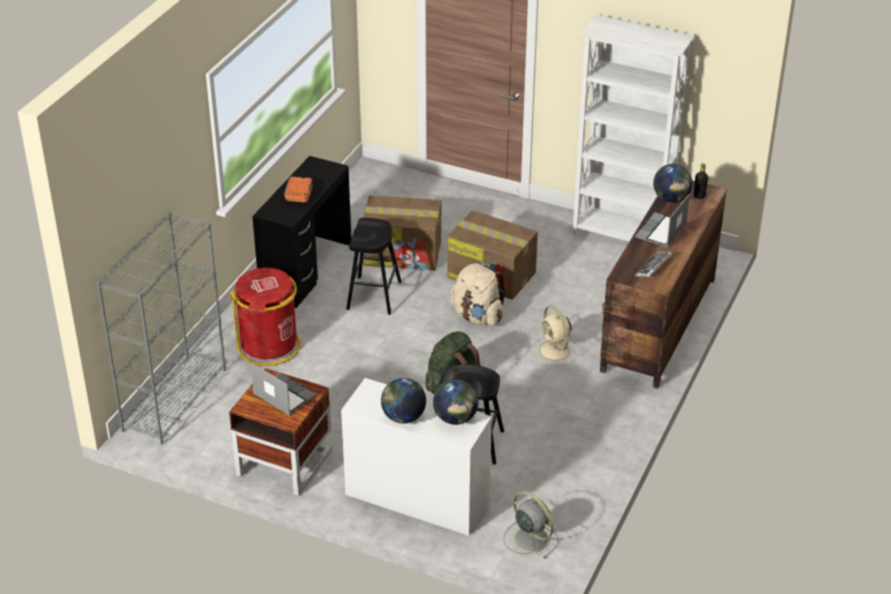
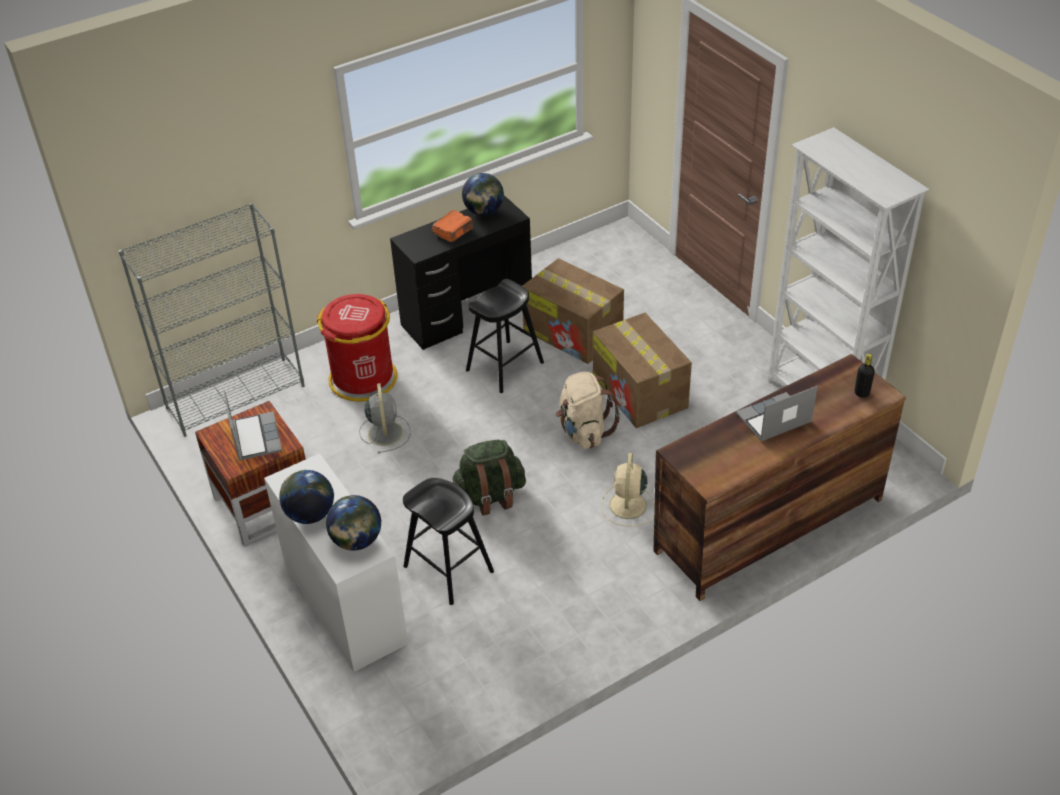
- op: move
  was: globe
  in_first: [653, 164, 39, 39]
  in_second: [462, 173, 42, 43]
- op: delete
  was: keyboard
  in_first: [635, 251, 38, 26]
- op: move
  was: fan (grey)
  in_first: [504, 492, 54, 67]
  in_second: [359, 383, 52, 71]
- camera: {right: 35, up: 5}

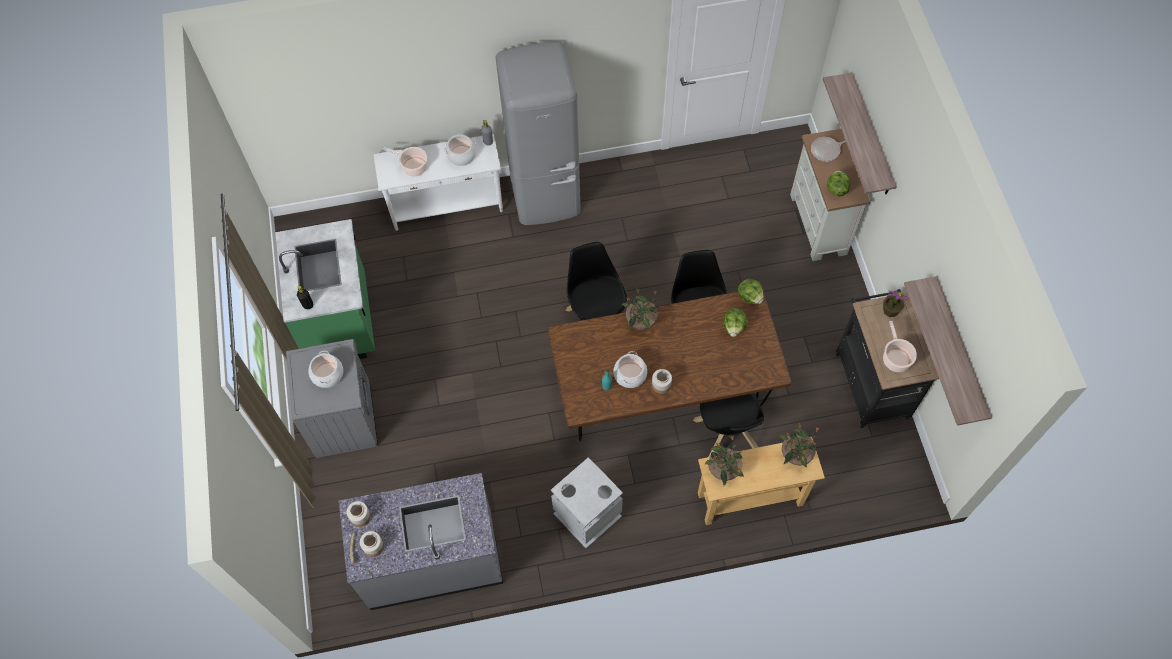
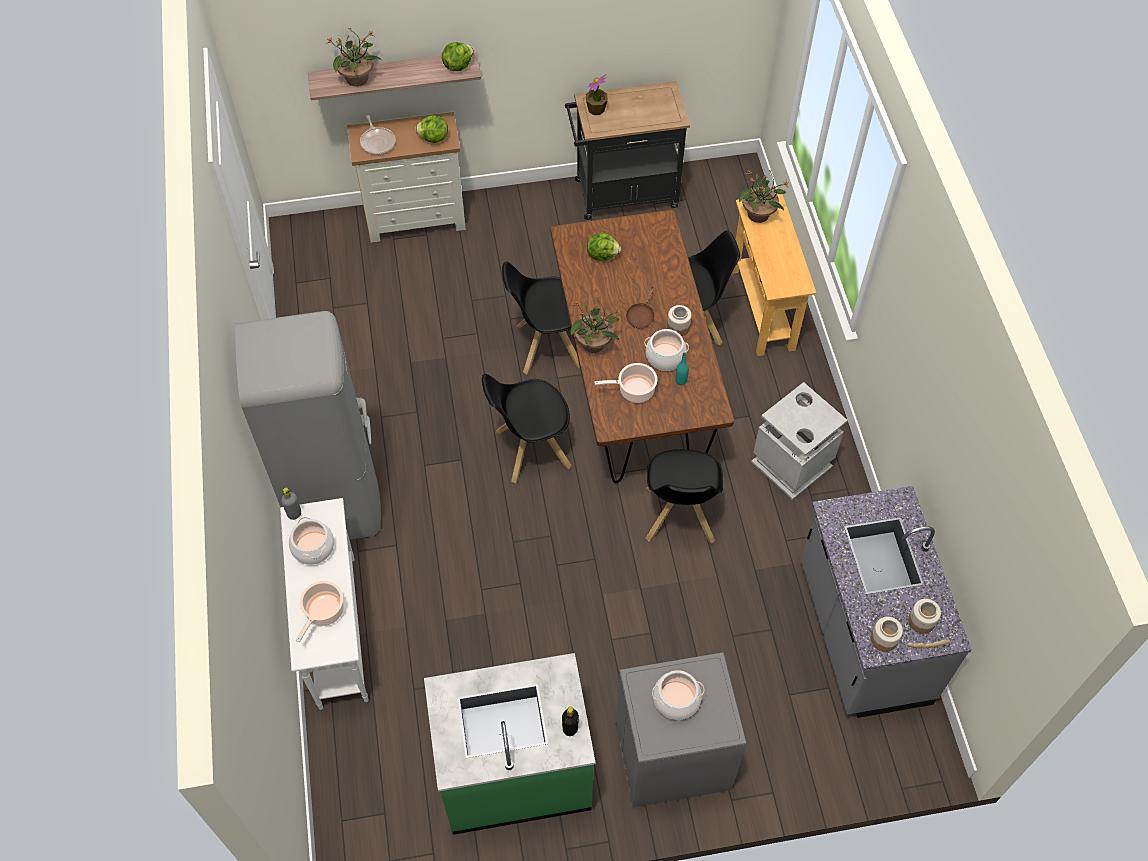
- op: delete
  was: shelf
  in_first: [904, 276, 88, 150]
- op: move
  was: lettuce
  in_first: [738, 279, 25, 25]
  in_second: [442, 42, 32, 29]
- op: move
  was: cooking pot
  in_first: [883, 321, 34, 51]
  in_second: [594, 363, 63, 40]
- op: move
  was: potted plant
  in_first: [705, 435, 39, 51]
  in_second: [326, 27, 56, 60]
- op: insert
  now: frying pan (brown)
  in_second: [626, 286, 29, 42]
- op: insert
  now: chair (black)
  in_second: [645, 449, 78, 95]
- camera: {right: -90, up: -5}

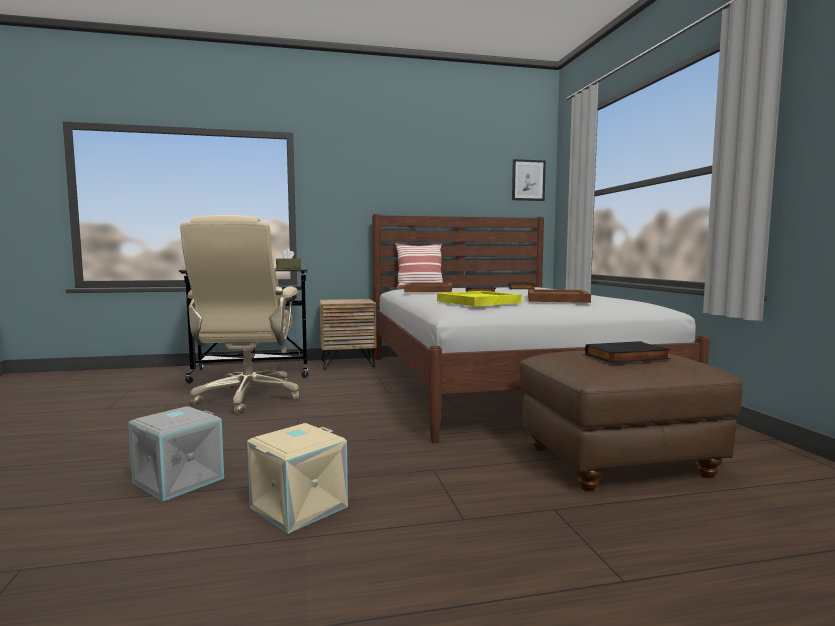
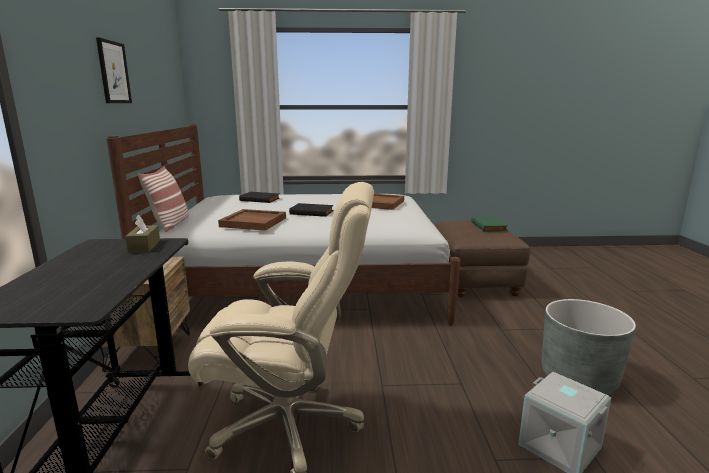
- op: move
  was: picture
  in_first: [512, 159, 34, 42]
  in_second: [96, 37, 36, 66]
- op: delete
  was: tray (yellow)
  in_first: [437, 291, 85, 15]
- op: recolor
  was: book (black)
  now: book (green)
  in_first: [585, 341, 86, 22]
  in_second: [471, 217, 37, 15]
- op: replace
  was: storage box (beige)
  now: planter (grey)
  in_first: [247, 423, 101, 111]
  in_second: [542, 299, 94, 96]
- camera: {right: -80, up: 10}

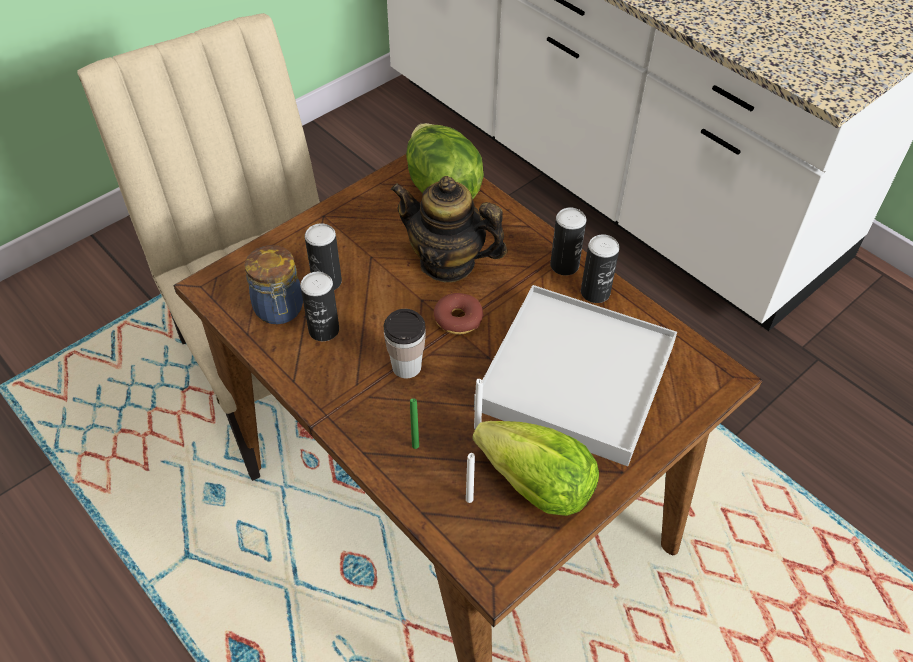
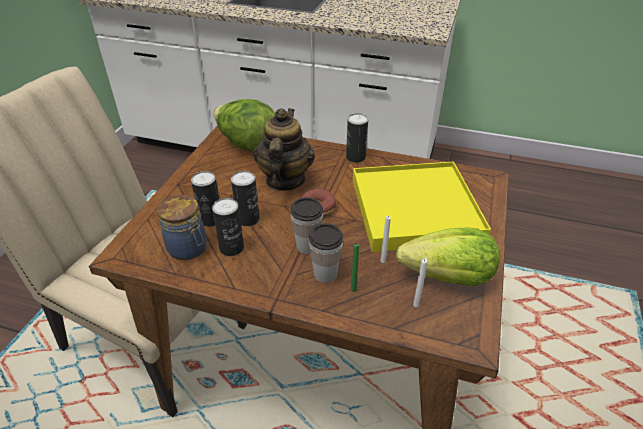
- op: rotate
  was: teapot
  in_first: [391, 176, 117, 106]
  in_second: [254, 108, 61, 83]
  clockwise: 105
- op: move
  was: can
  in_first: [581, 234, 39, 69]
  in_second: [231, 171, 29, 55]
- op: recolor
  was: tray (white)
  now: tray (yellow)
  in_first: [474, 285, 203, 181]
  in_second: [353, 162, 138, 90]
- op: insert
  now: cup
  in_second: [309, 223, 34, 60]
- camera: {right: -30, up: -10}

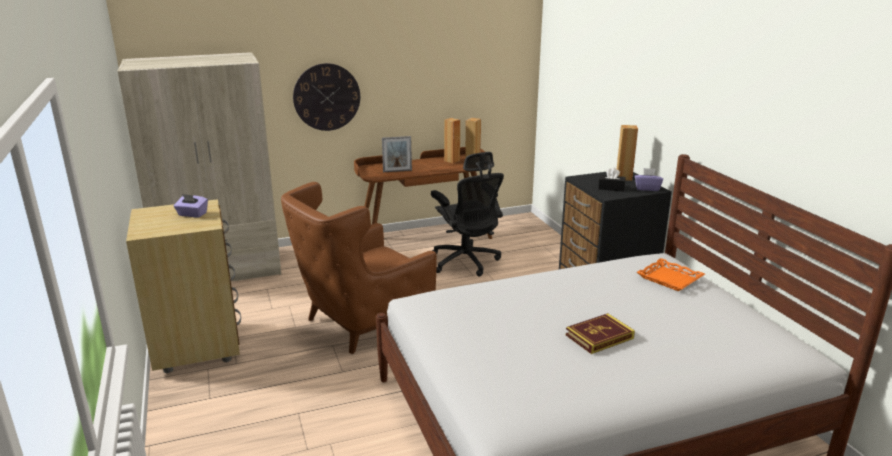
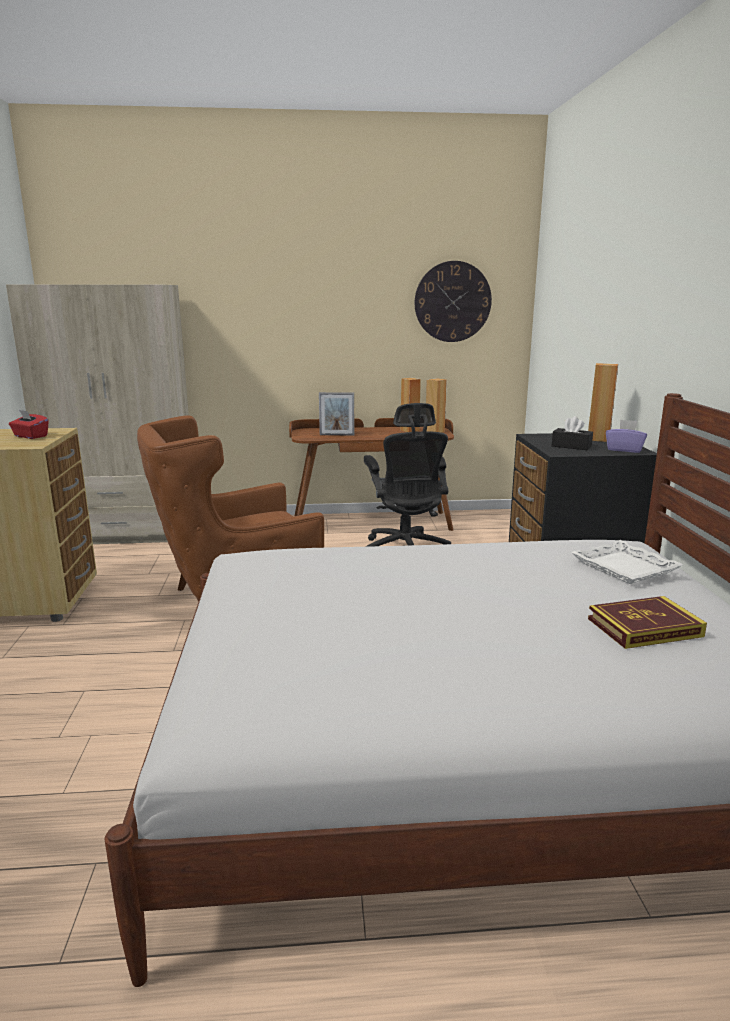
- op: move
  was: wall clock
  in_first: [293, 63, 67, 68]
  in_second: [415, 261, 77, 81]
- op: recolor
  was: tissue box (purple)
  now: tissue box (red)
  in_first: [174, 194, 34, 24]
  in_second: [9, 410, 40, 29]
- op: recolor
  was: tray (orange)
  now: tray (white)
  in_first: [637, 258, 68, 33]
  in_second: [571, 540, 112, 44]
- op: move
  was: book
  in_first: [566, 313, 69, 41]
  in_second: [588, 596, 119, 53]
- camera: {right: 15, up: -5}

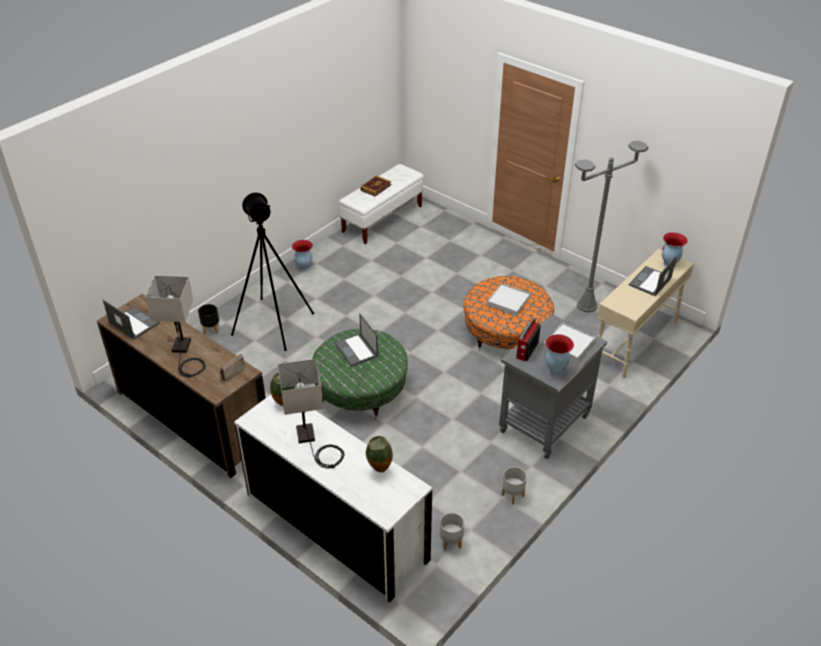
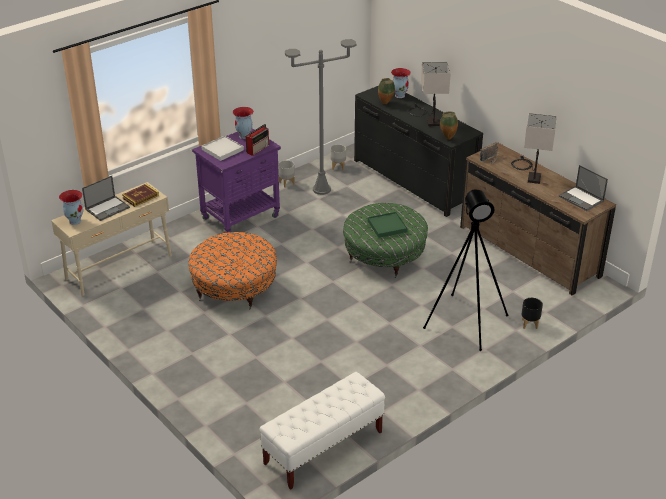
- op: move
  was: floor lamp (grey)
  in_first: [575, 141, 73, 171]
  in_second: [285, 39, 71, 156]
- op: move
  was: book
  in_first: [360, 175, 31, 22]
  in_second: [122, 184, 37, 23]
- op: move
  was: vase
  in_first: [292, 240, 21, 31]
  in_second: [391, 68, 20, 30]
- op: delete
  was: tray (white)
  in_first: [487, 283, 44, 32]
- op: replace
  was: laptop
  now: tray (green)
  in_first: [334, 313, 44, 54]
  in_second: [368, 212, 40, 26]
- op: recolor
  was: cart (grey)
  now: cart (purple)
  in_first: [499, 314, 108, 145]
  in_second: [192, 128, 89, 105]
- op: recolor
  was: dresser (white)
  now: dresser (black)
  in_first: [234, 395, 198, 208]
  in_second: [354, 86, 129, 131]
- camera: {right: -170, up: -5}

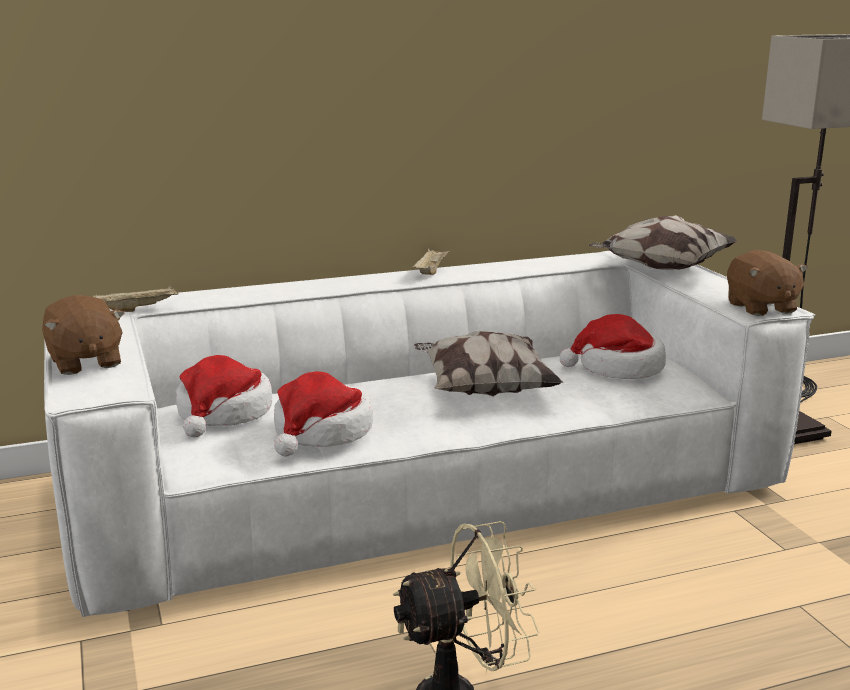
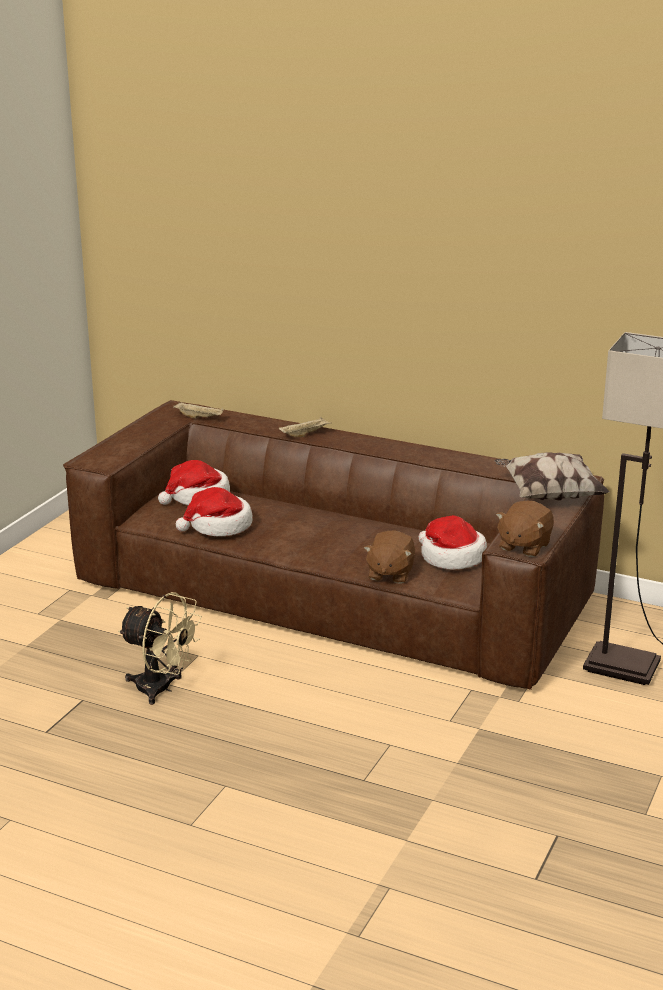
- op: move
  was: tray (beige)
  in_first: [413, 248, 38, 27]
  in_second: [279, 417, 52, 20]
- op: recolor
  was: sofa (white)
  now: sofa (brown)
  in_first: [44, 251, 771, 366]
  in_second: [63, 400, 541, 290]
- op: move
  was: plush toy (brown)
  in_first: [42, 295, 82, 80]
  in_second: [364, 530, 51, 54]
- op: delete
  was: pillow
  in_first: [414, 331, 149, 66]
- camera: {right: 45, up: 5}

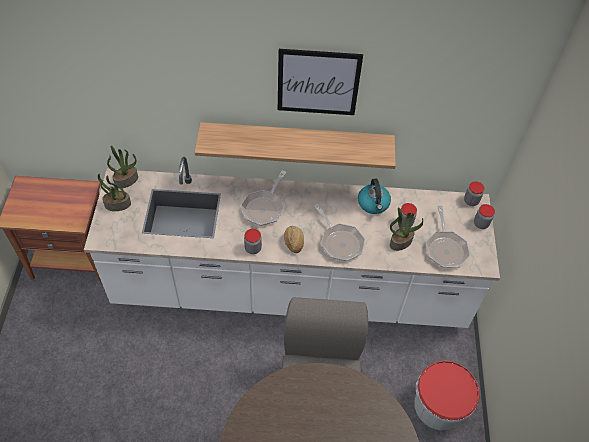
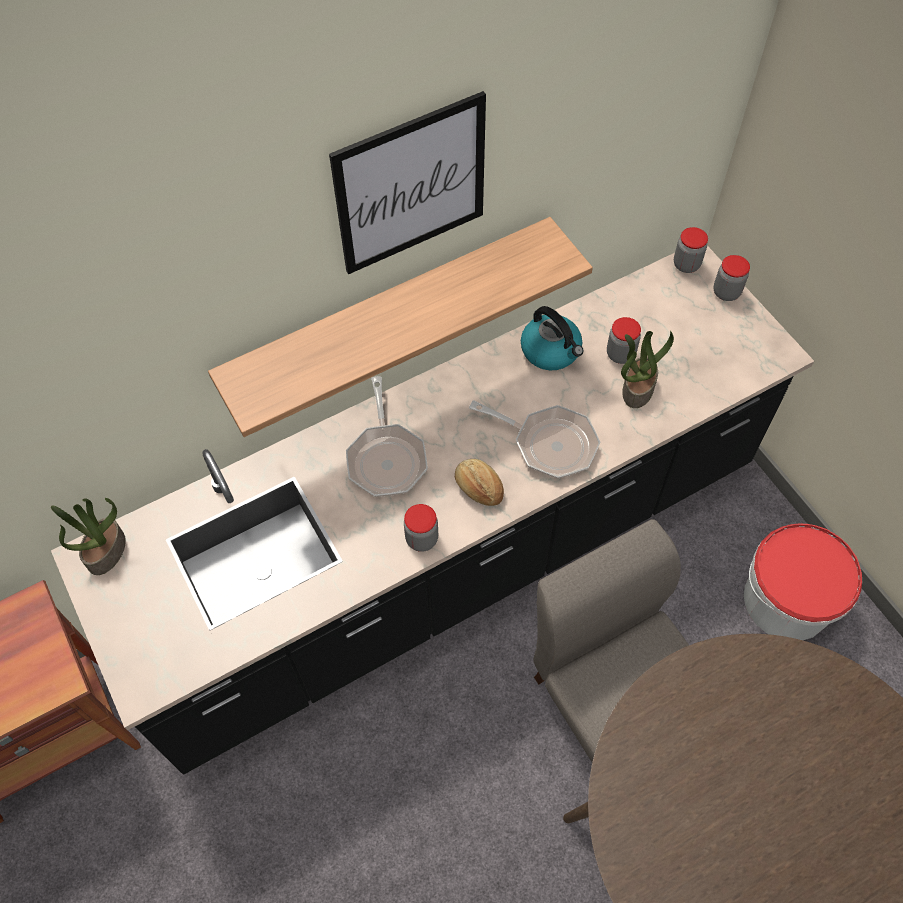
- op: recolor
  was: counter (white)
  now: counter (black)
  in_first: [84, 157, 416, 171]
  in_second: [51, 246, 763, 529]
- op: delete
  was: potted plant
  in_first: [98, 174, 33, 37]
- op: delete
  was: frying pan
  in_first: [426, 206, 44, 62]
- camera: {right: -30, up: 5}

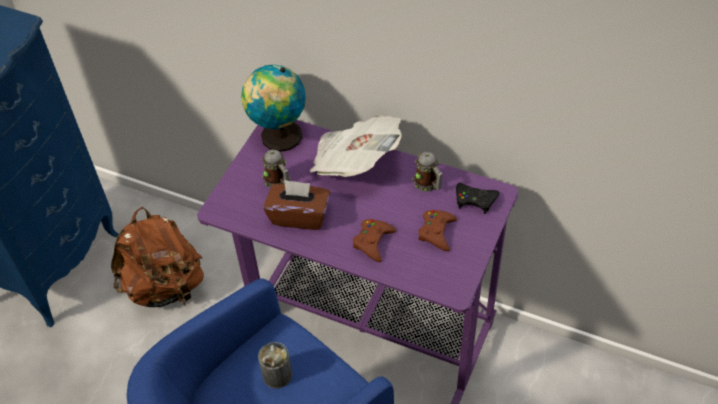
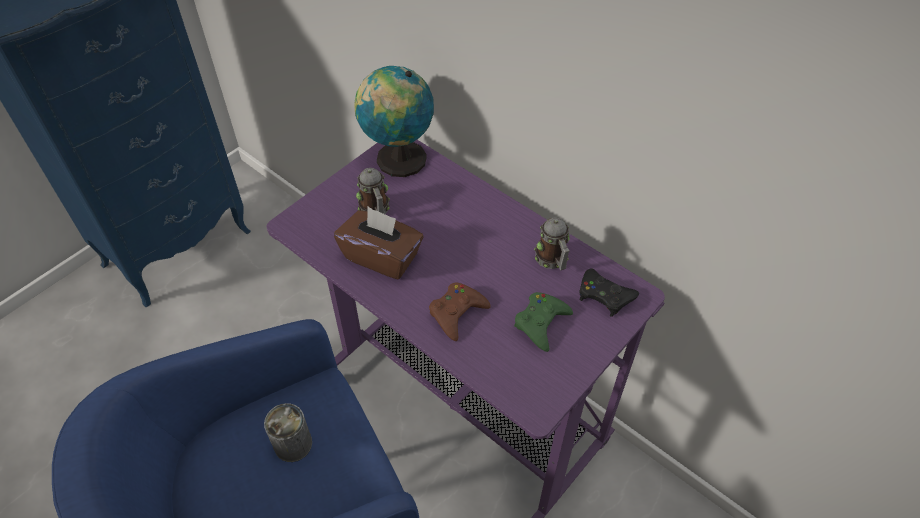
- op: delete
  was: newspaper
  in_first: [310, 115, 92, 62]
- op: delete
  was: backpack (brown)
  in_first: [111, 207, 93, 100]
- op: recolor
  was: game controller (brown)
  now: game controller (green)
  in_first: [418, 210, 39, 41]
  in_second: [514, 292, 59, 60]
- camera: {right: 15, up: 0}

